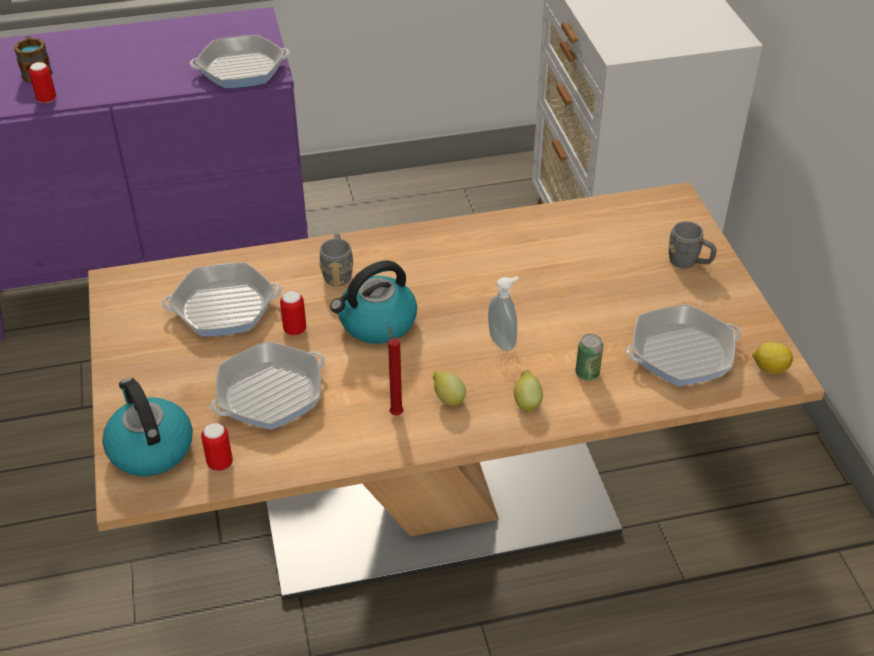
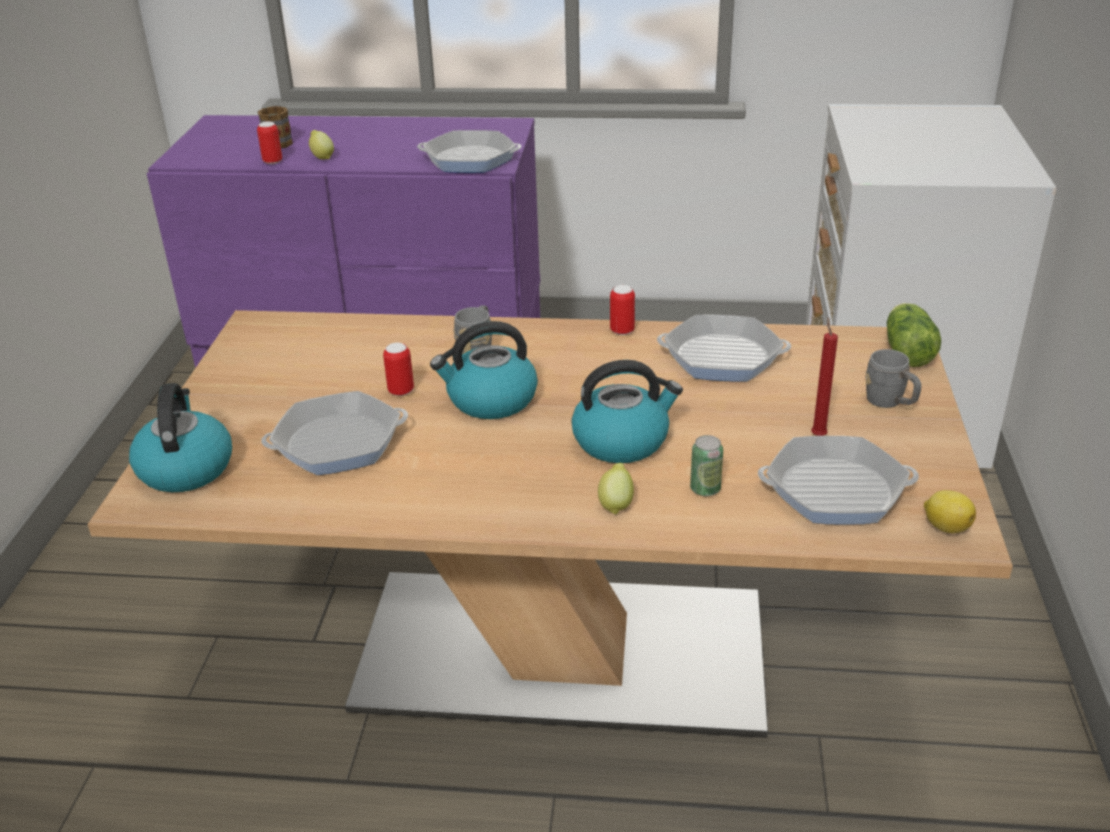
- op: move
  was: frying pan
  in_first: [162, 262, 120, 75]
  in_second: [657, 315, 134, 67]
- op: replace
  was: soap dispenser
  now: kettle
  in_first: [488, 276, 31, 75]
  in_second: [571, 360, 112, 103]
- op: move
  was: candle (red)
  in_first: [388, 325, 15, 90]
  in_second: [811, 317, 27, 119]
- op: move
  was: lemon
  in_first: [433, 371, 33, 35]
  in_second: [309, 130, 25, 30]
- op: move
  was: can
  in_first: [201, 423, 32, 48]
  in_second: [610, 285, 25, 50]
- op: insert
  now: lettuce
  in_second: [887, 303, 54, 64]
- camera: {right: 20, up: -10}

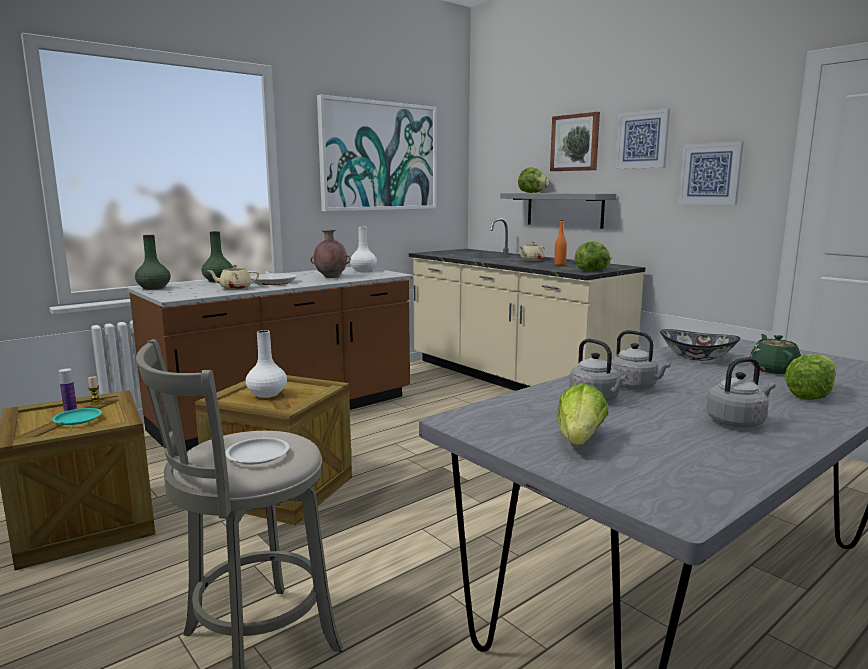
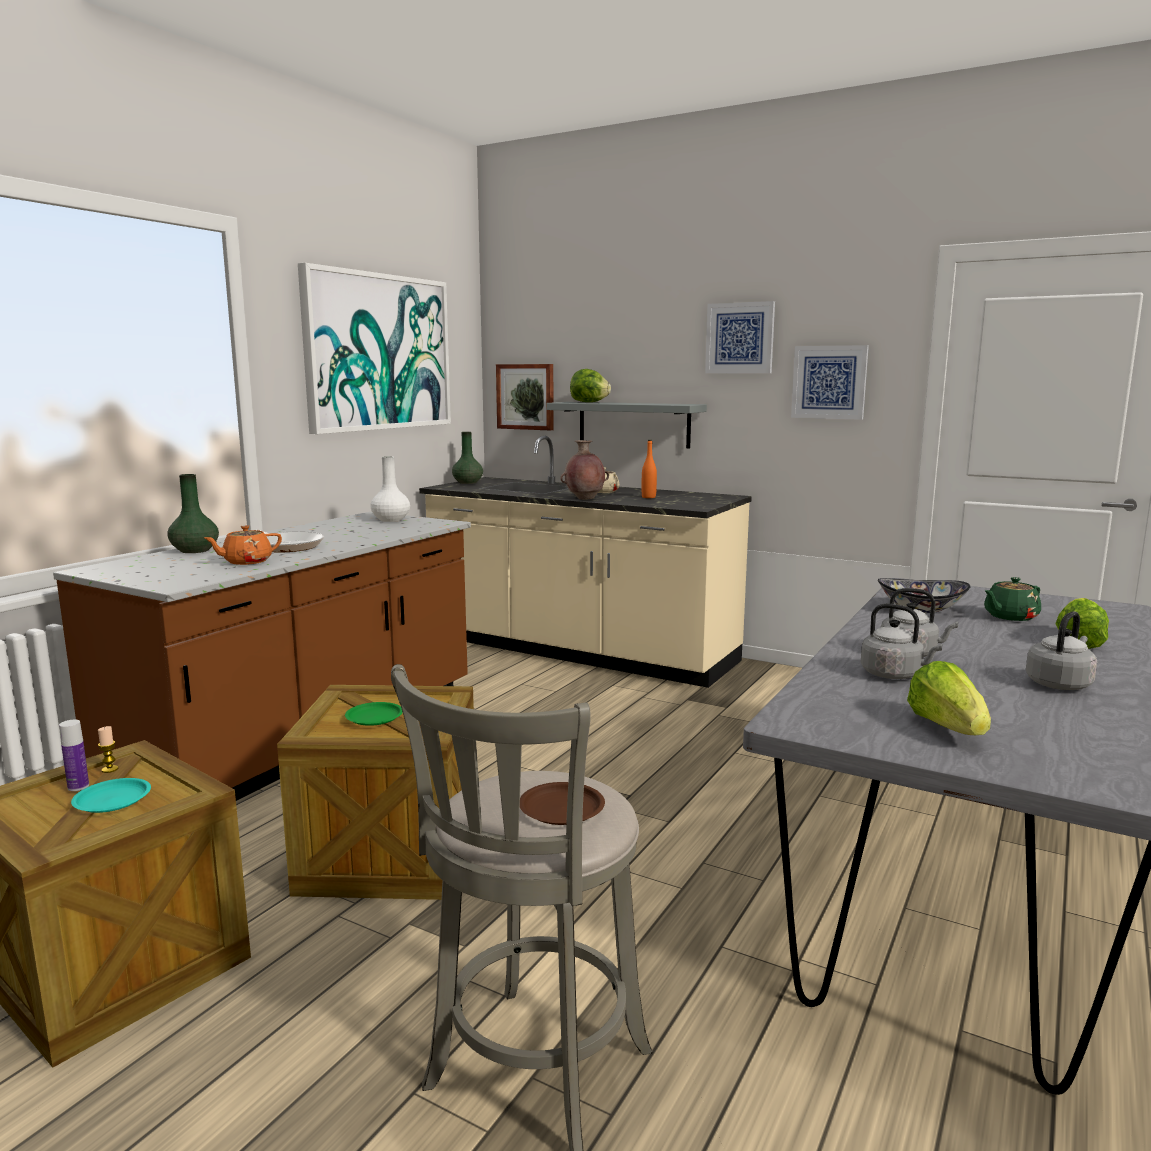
- op: move
  was: picture
  in_first: [550, 112, 50, 59]
  in_second: [496, 364, 57, 66]
- op: move
  was: vase (brown)
  in_first: [310, 230, 41, 48]
  in_second: [560, 440, 49, 60]
- op: move
  was: vase (green)
  in_first: [135, 235, 36, 55]
  in_second: [452, 432, 31, 52]
- op: delete
  was: lettuce
  in_first: [575, 241, 36, 30]
- op: recolor
  was: teapot (beige)
  now: teapot (orange)
  in_first: [208, 264, 51, 26]
  in_second: [204, 525, 78, 40]
- op: replace
  was: vase (white)
  now: plate (green)
  in_first: [246, 330, 41, 68]
  in_second: [345, 702, 58, 24]
- op: rotate
  was: teapot (green)
  in_first: [750, 334, 51, 40]
  in_second: [984, 577, 57, 44]
  clockwise: -105
- op: recolor
  was: plate (white)
  now: plate (brown)
  in_first: [225, 438, 64, 26]
  in_second: [520, 782, 85, 43]
- camera: {right: -20, up: 0}

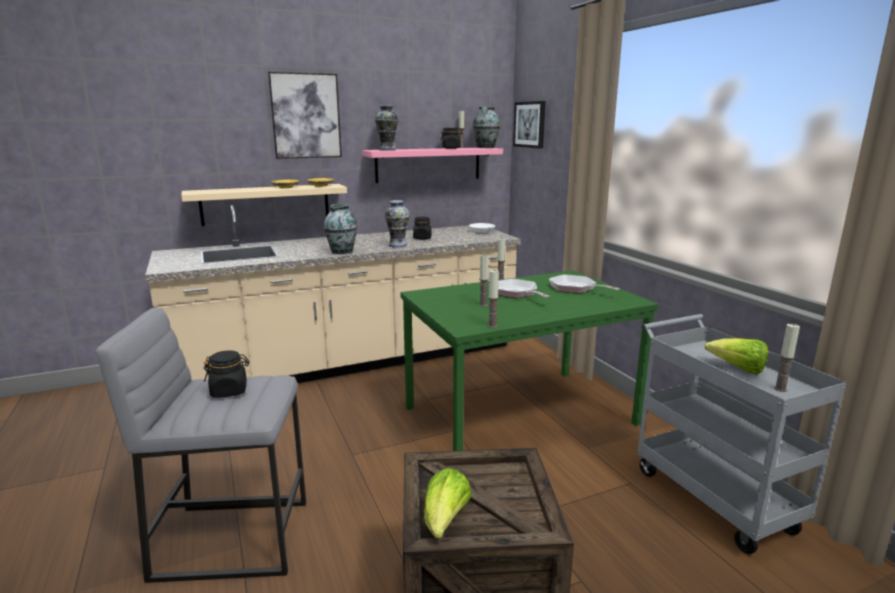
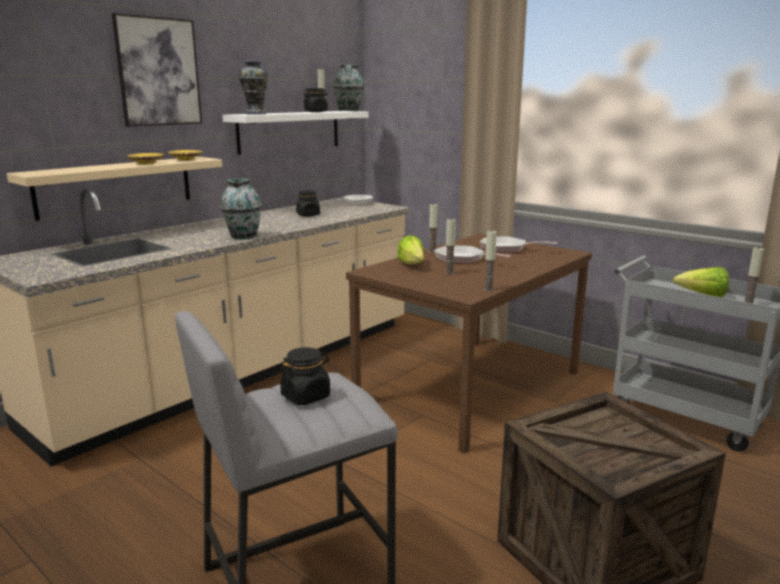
- op: delete
  was: picture
  in_first: [513, 101, 33, 48]
- op: recolor
  was: shelf (pink)
  now: shelf (white)
  in_first: [362, 148, 141, 35]
  in_second: [222, 111, 147, 44]
- op: delete
  was: vase
  in_first: [385, 200, 25, 48]
- op: recolor
  was: dining table (green)
  now: dining table (brown)
  in_first: [401, 270, 257, 181]
  in_second: [346, 234, 246, 220]
- op: move
  was: lettuce
  in_first: [424, 468, 47, 70]
  in_second: [397, 235, 27, 29]
- camera: {right: -25, up: 0}

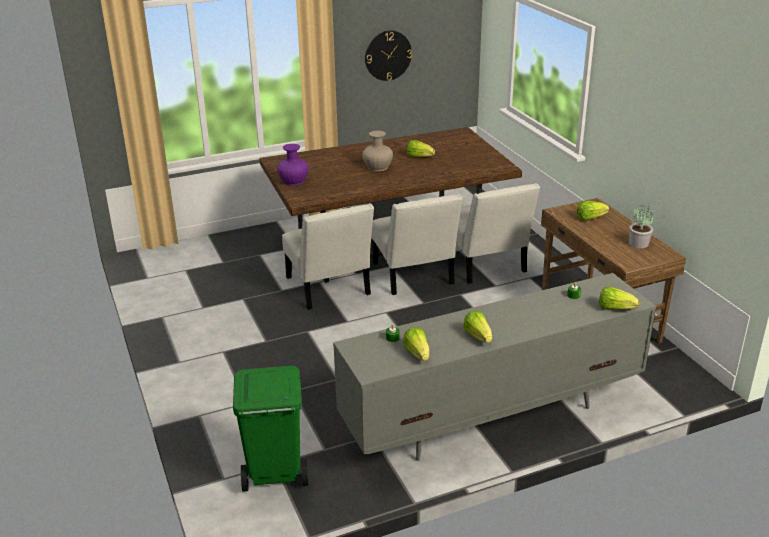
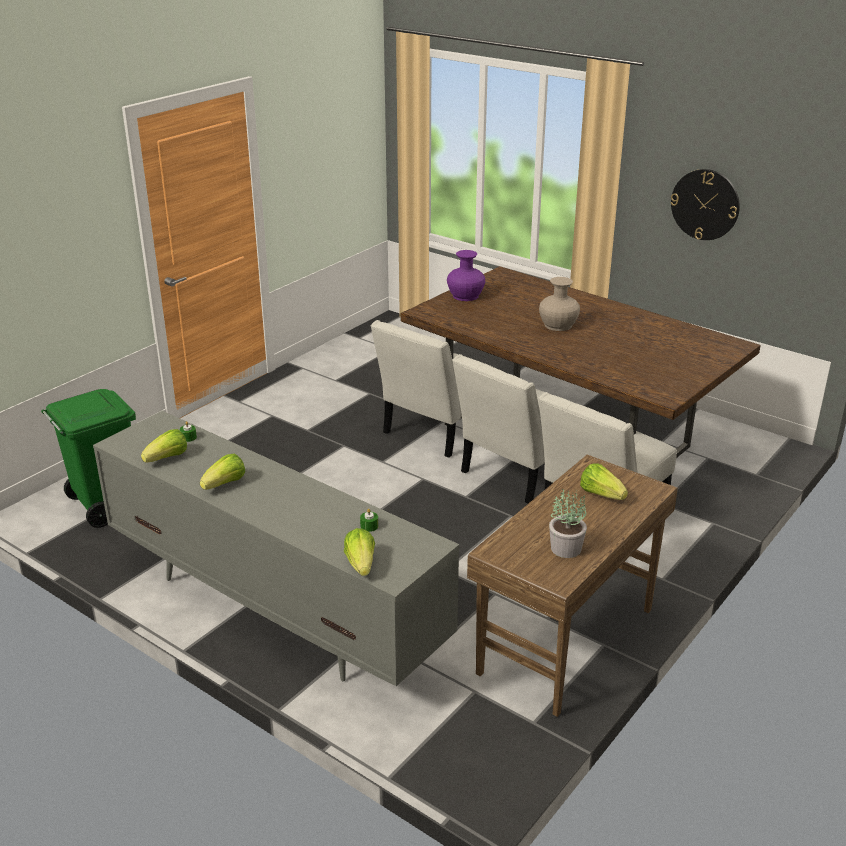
- op: delete
  was: lettuce
  in_first: [407, 140, 28, 17]
- camera: {right: 60, up: 0}

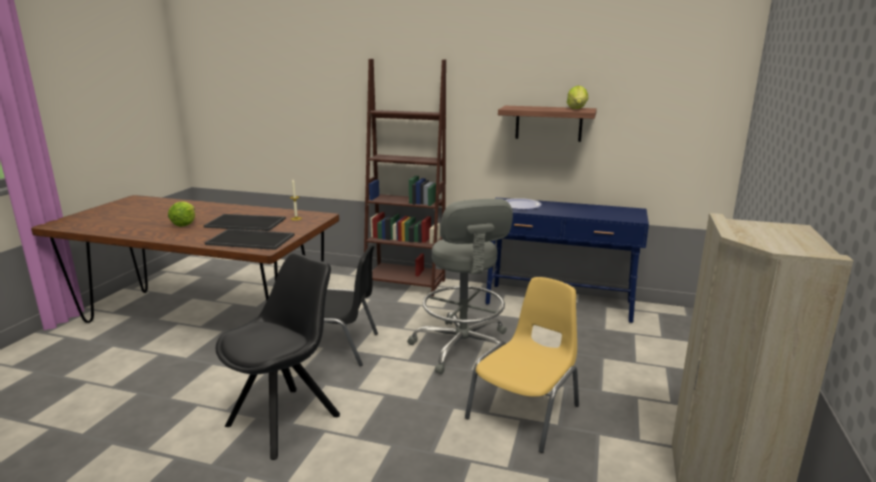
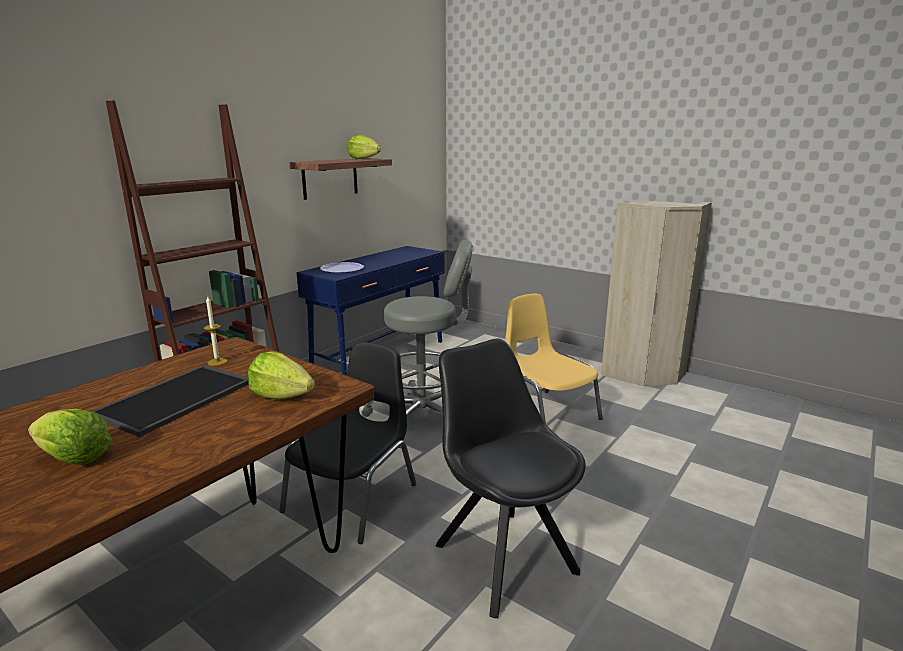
- op: replace
  was: tray
  now: lettuce
  in_first: [205, 229, 90, 21]
  in_second: [248, 351, 67, 48]
- camera: {right: -70, up: 0}

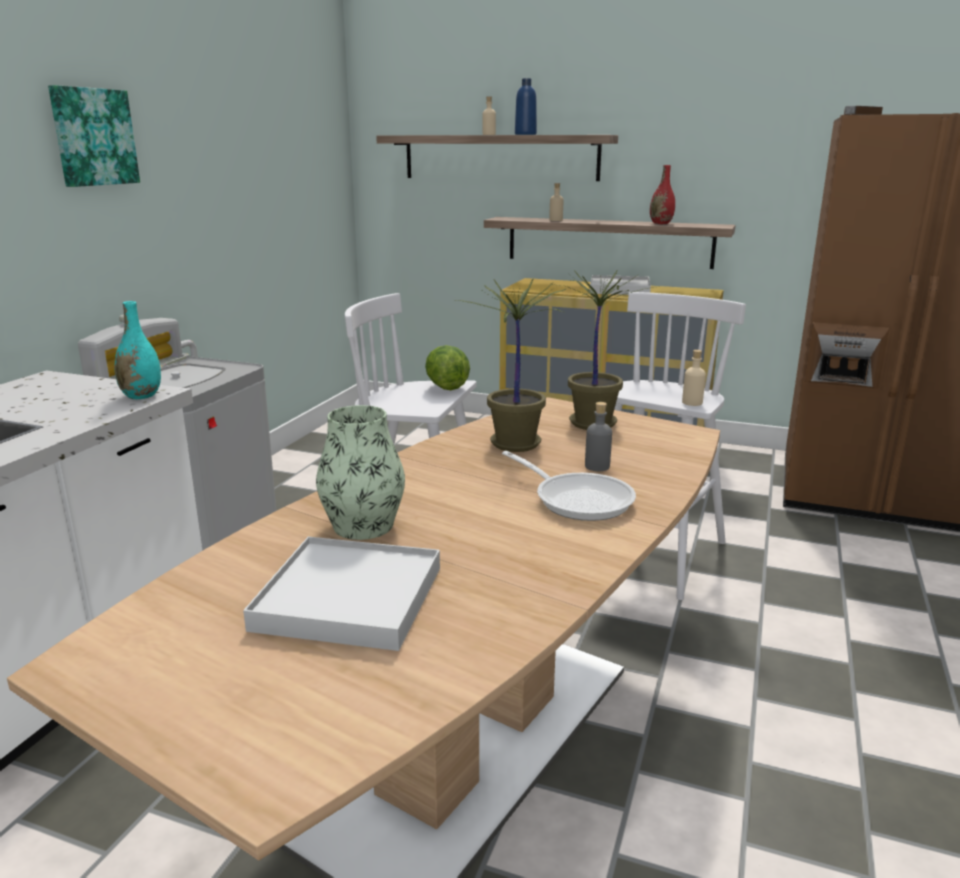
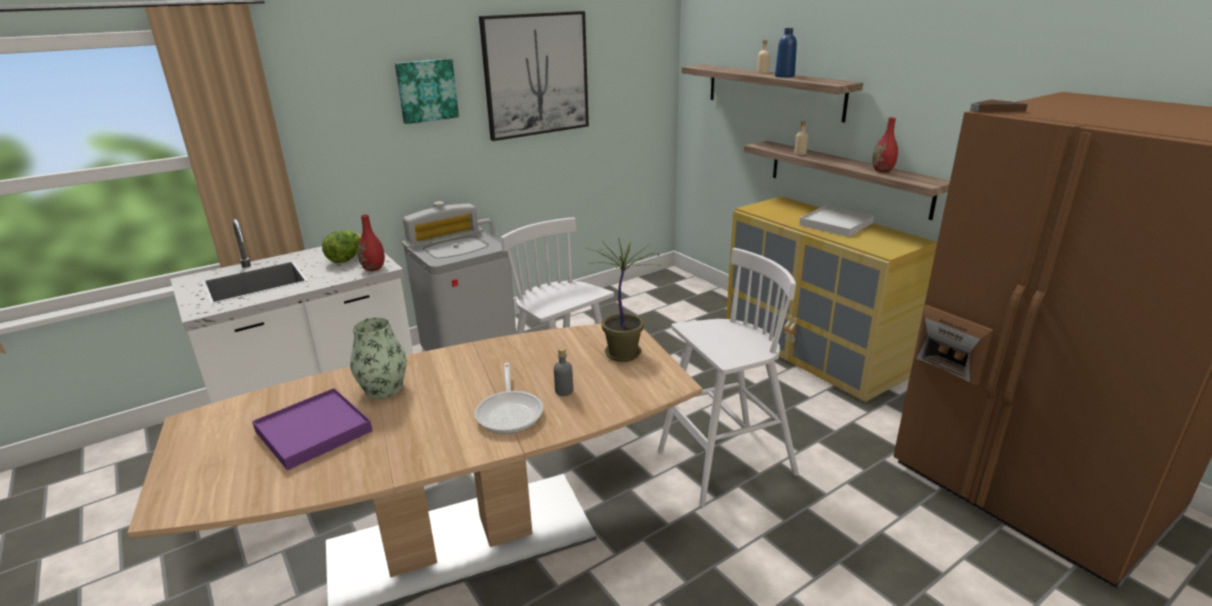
- op: delete
  was: potted plant
  in_first: [457, 279, 109, 173]
- op: recolor
  was: vase (turquoise)
  now: vase (red)
  in_first: [115, 301, 46, 98]
  in_second: [358, 214, 27, 57]
- op: move
  was: lettuce
  in_first: [425, 345, 45, 45]
  in_second: [322, 230, 39, 33]
- op: delete
  was: bottle (beige)
  in_first: [682, 350, 24, 56]
- op: recolor
  was: tray (white)
  now: tray (purple)
  in_first: [243, 537, 197, 114]
  in_second: [252, 388, 121, 82]
- op: insert
  now: picture
  in_second: [479, 11, 110, 130]
- camera: {right: 35, up: 5}

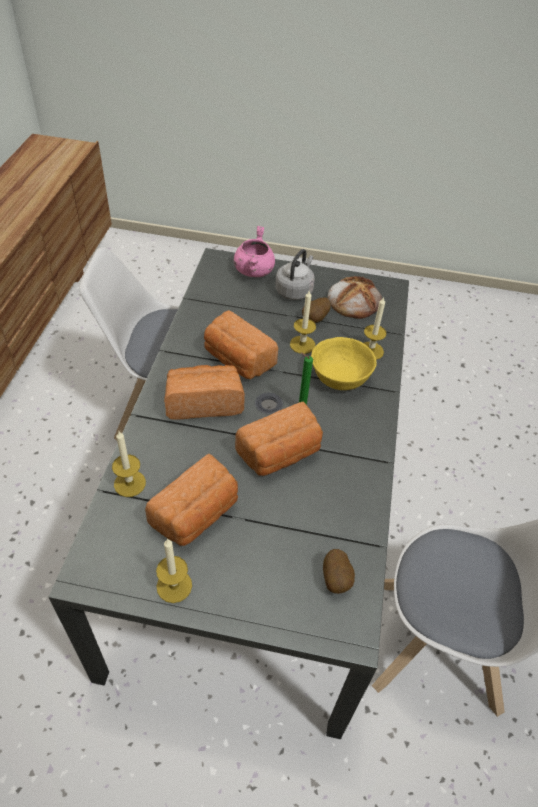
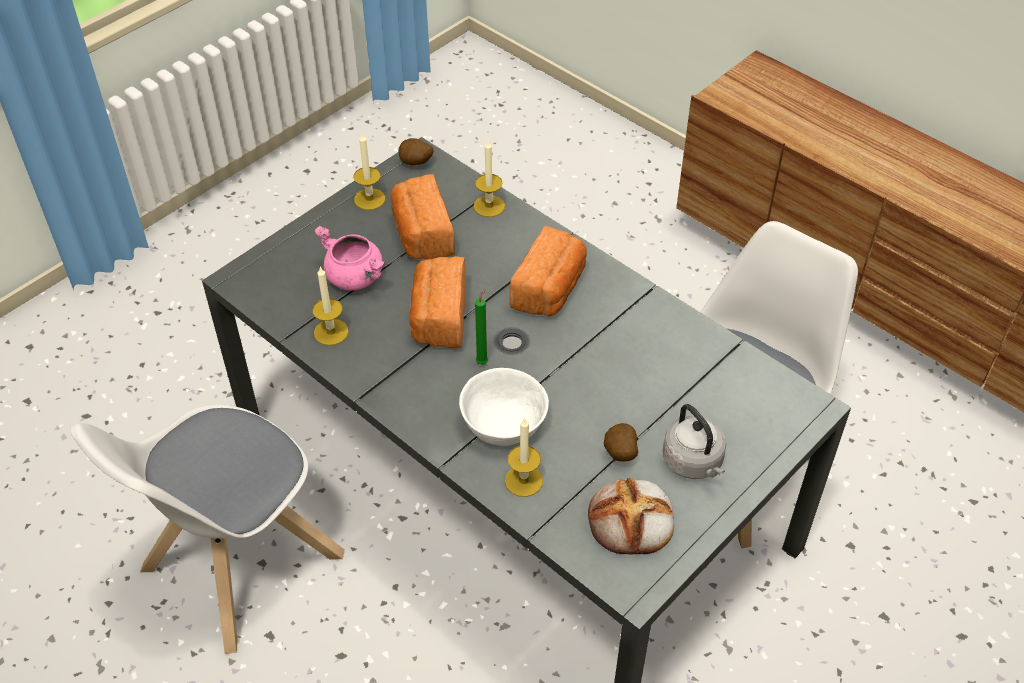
- op: move
  was: cooking pot (pink)
  in_first: [234, 226, 41, 51]
  in_second: [314, 226, 71, 65]
- op: move
  was: candle
  in_first: [290, 291, 26, 63]
  in_second: [312, 267, 37, 79]
- op: delete
  was: bread
  in_first: [204, 310, 74, 69]
- op: recolor
  was: bowl (yellow)
  now: bowl (white)
  in_first: [311, 337, 66, 53]
  in_second: [459, 368, 90, 78]
- op: move
  was: potato
  in_first: [323, 549, 32, 45]
  in_second: [399, 138, 35, 28]
- camera: {right: 125, up: 0}

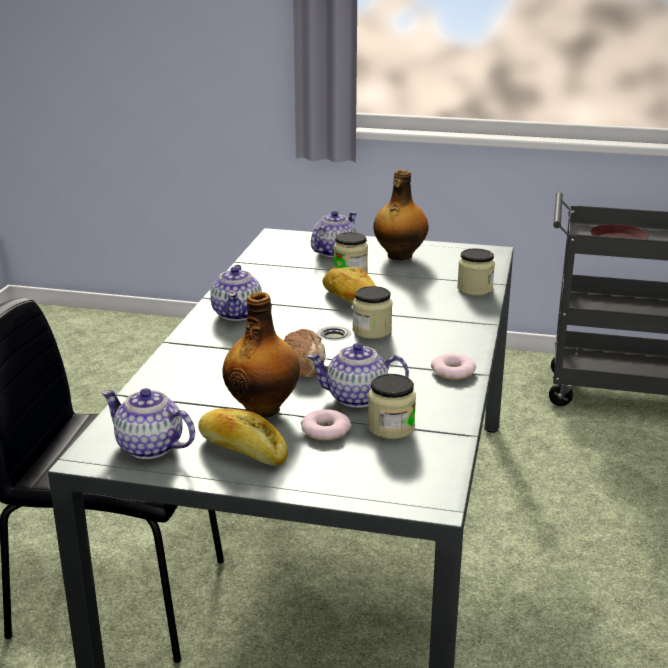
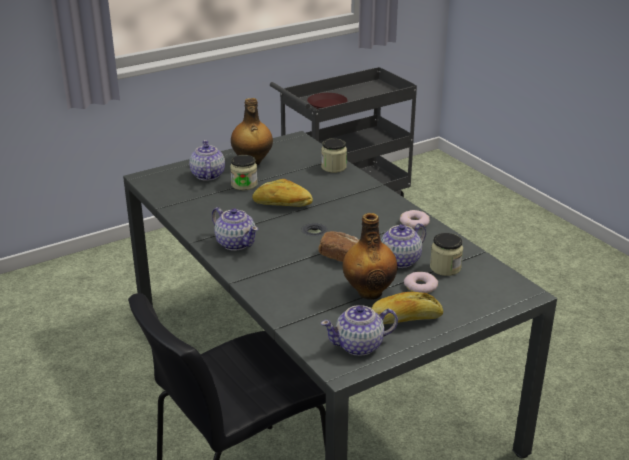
- op: delete
  was: jar
  in_first: [353, 286, 39, 53]
- camera: {right: -45, up: 5}

